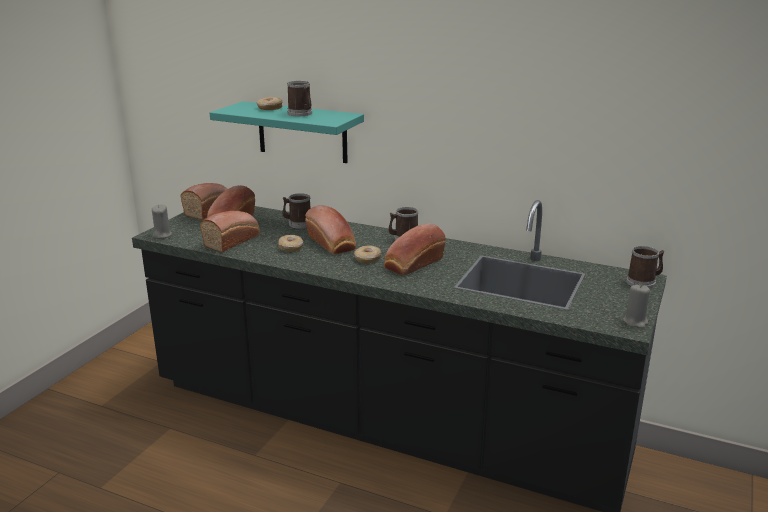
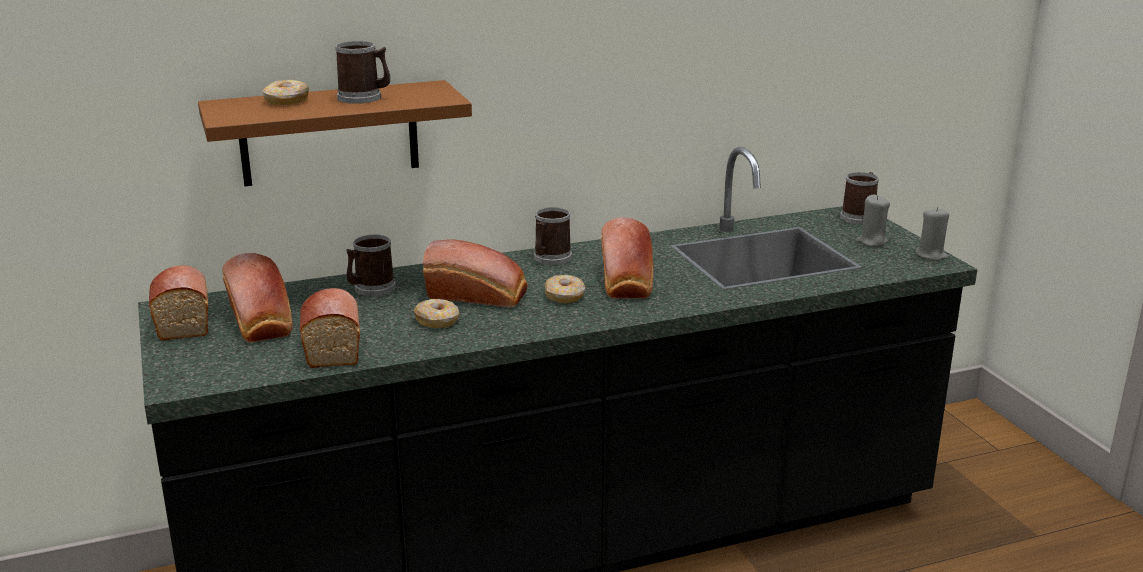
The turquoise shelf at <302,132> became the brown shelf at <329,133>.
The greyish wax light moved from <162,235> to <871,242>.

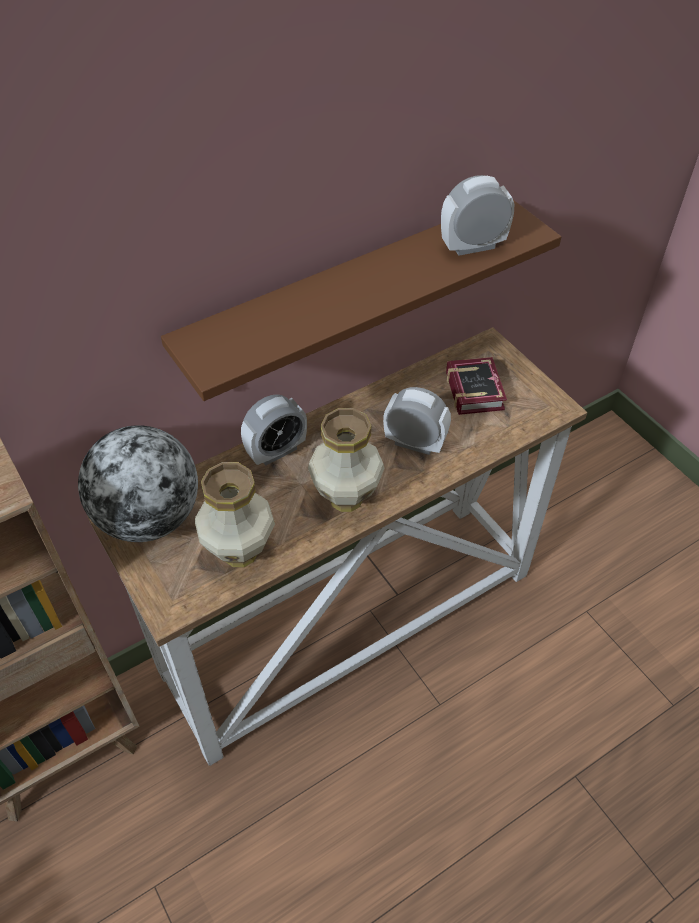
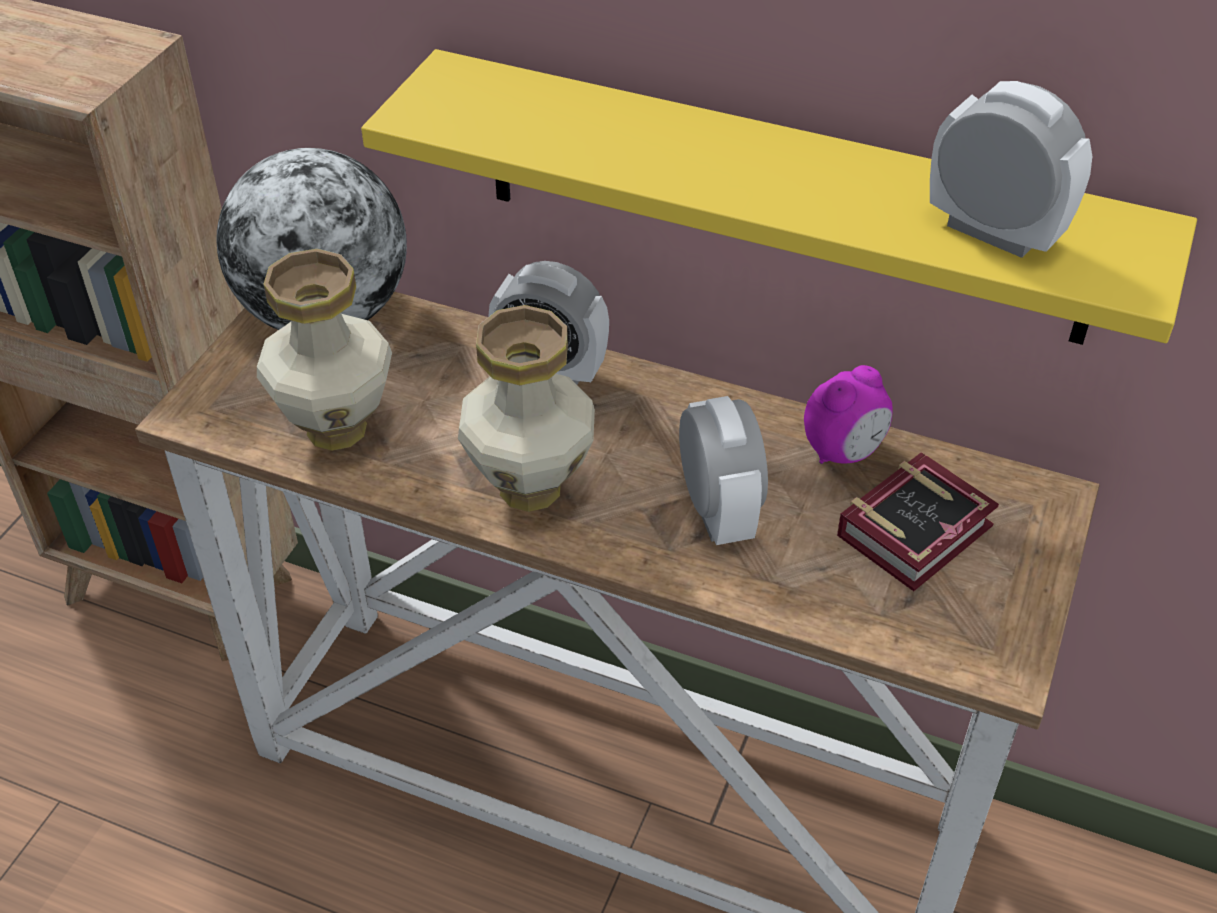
The brown shelf at <349,295> became the yellow shelf at <782,198>.
The alarm clock at <844,451> appeared.

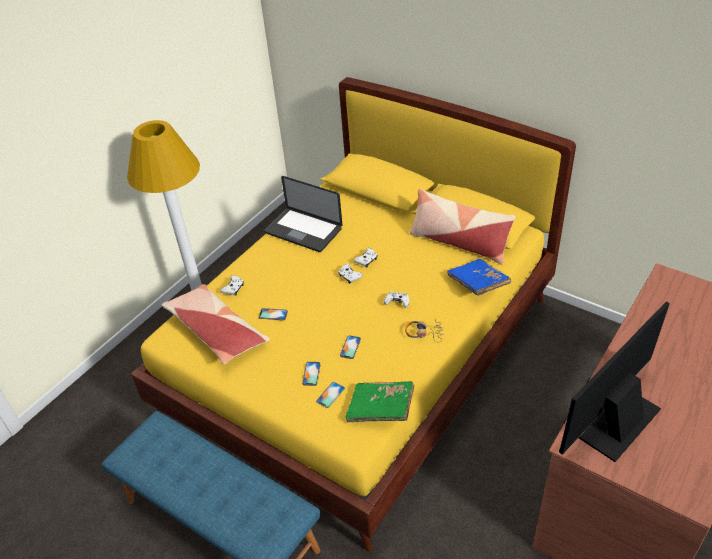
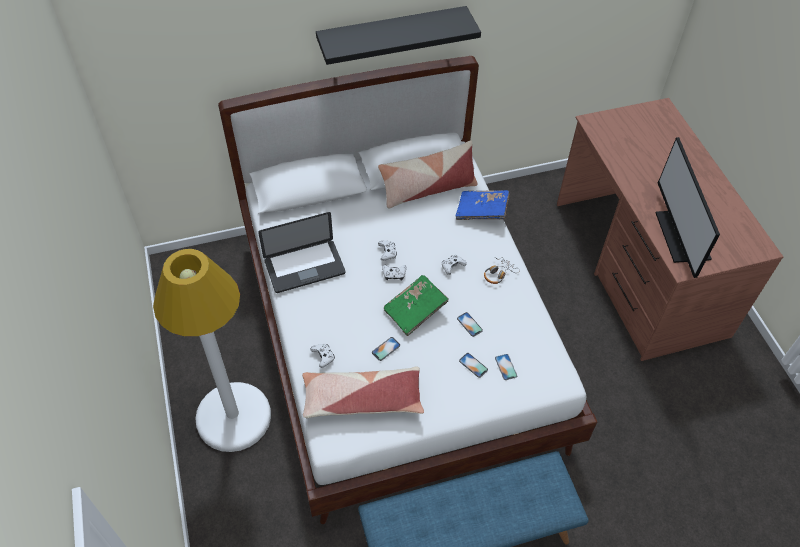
The yellow bedroom bed at <363,359> became the white-coloured bedroom bed at <399,337>.
The black shelf at <392,35> appeared.
The greenish volume moved from <381,409> to <415,310>.

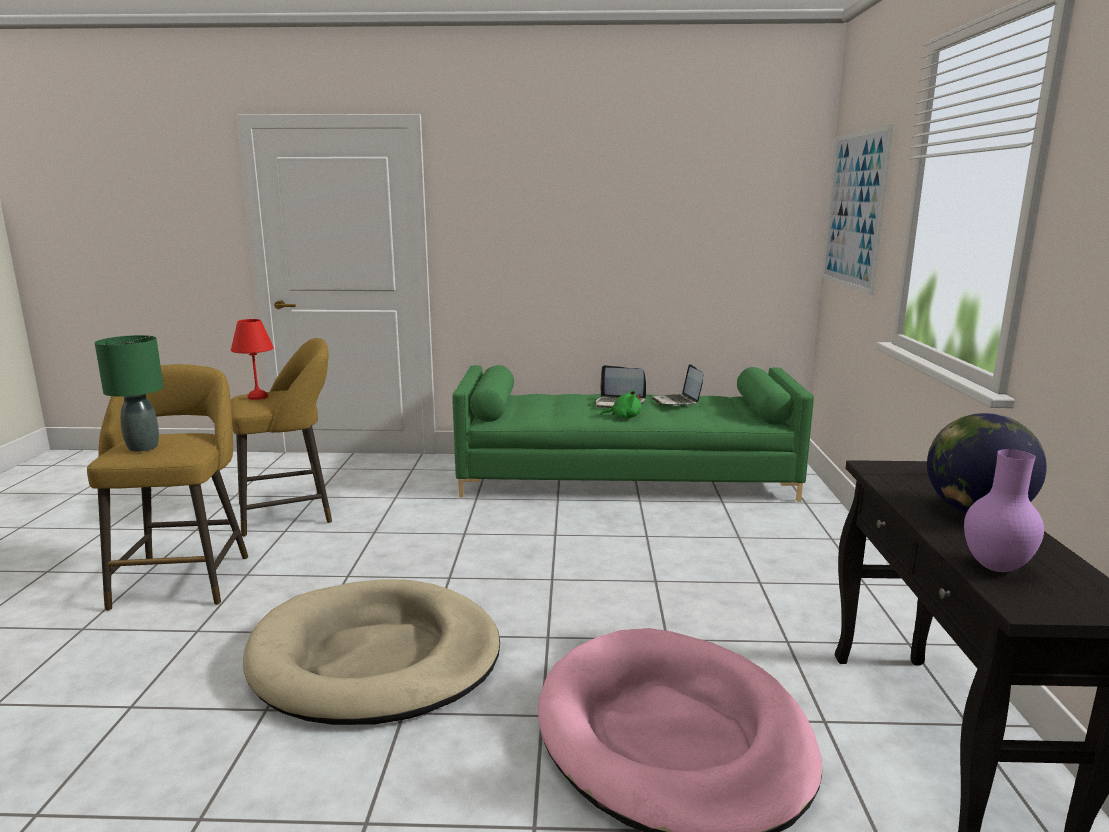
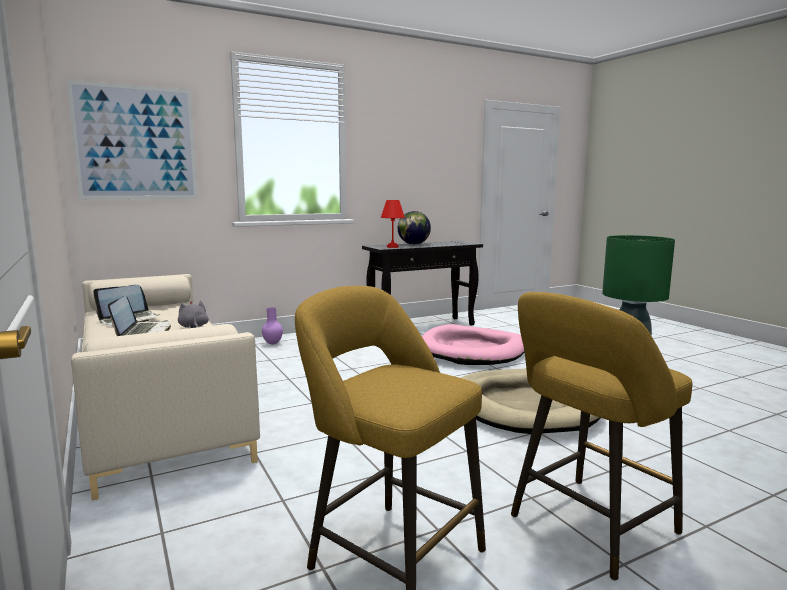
The greenish couch at <626,477> became the beige couch at <157,403>.
The greenish cuddly toy at <624,417> became the greyish cuddly toy at <193,327>.
The purple decorative vase moved from <996,567> to <272,343>.
The red lamp for a table moved from <257,397> to <392,247>.

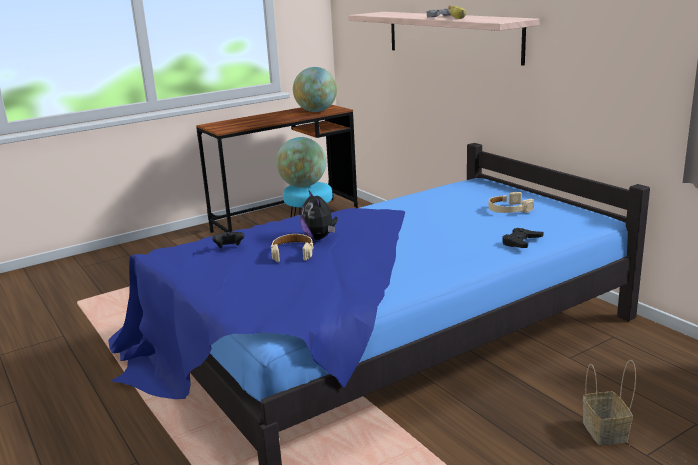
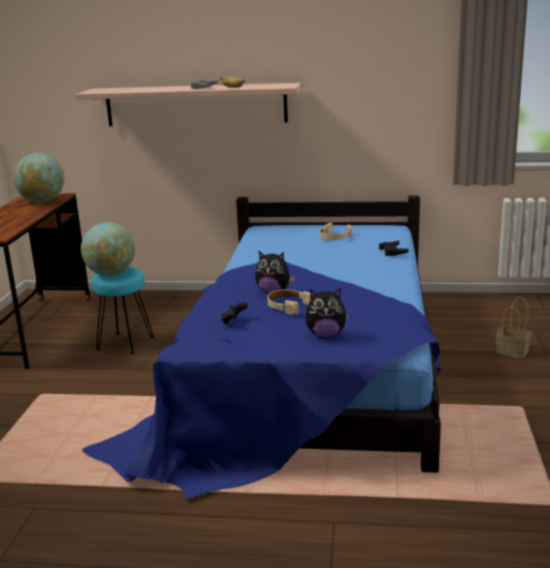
The cuddly toy at <326,335> appeared.

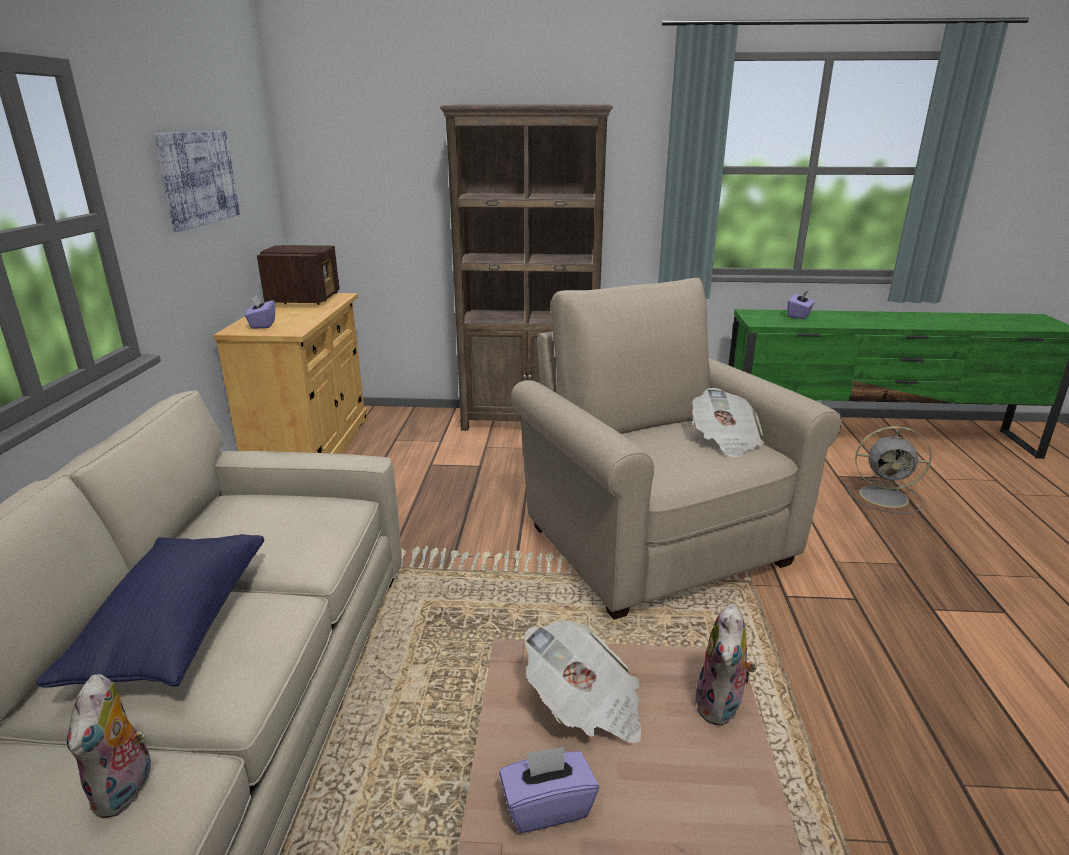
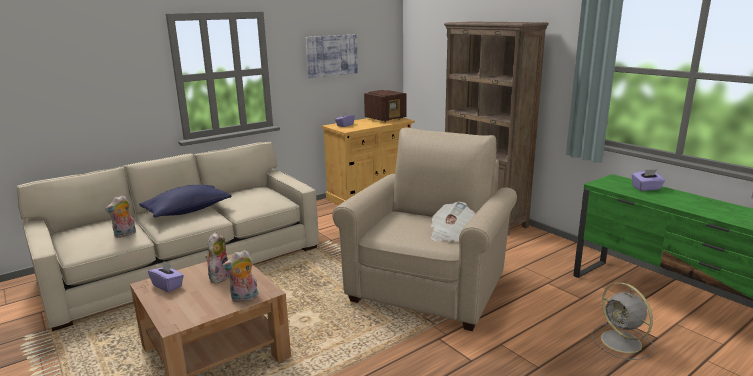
The printed paper at <585,706> was replaced by the cuddly toy at <219,277>.

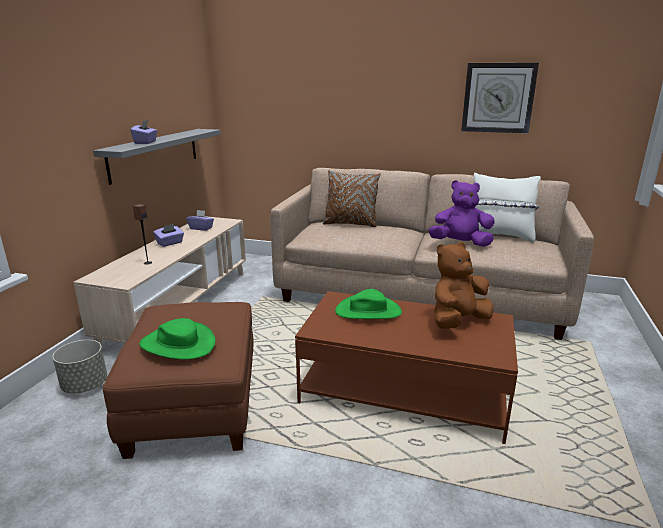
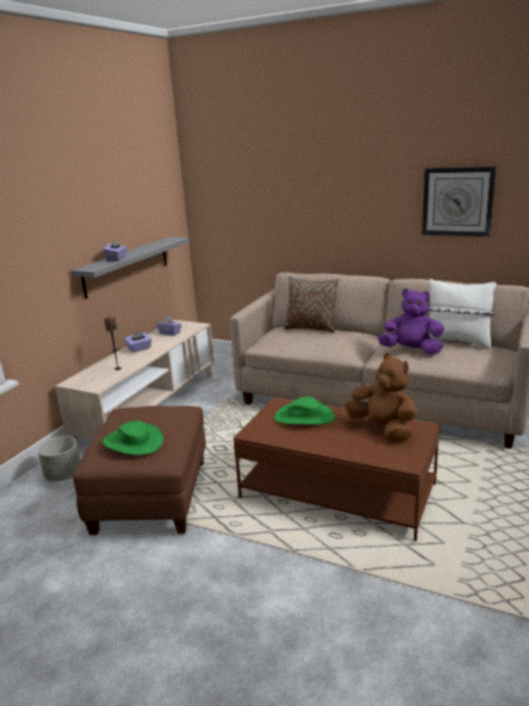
The brown cuddly toy at <457,322> turned 75 degrees clockwise.

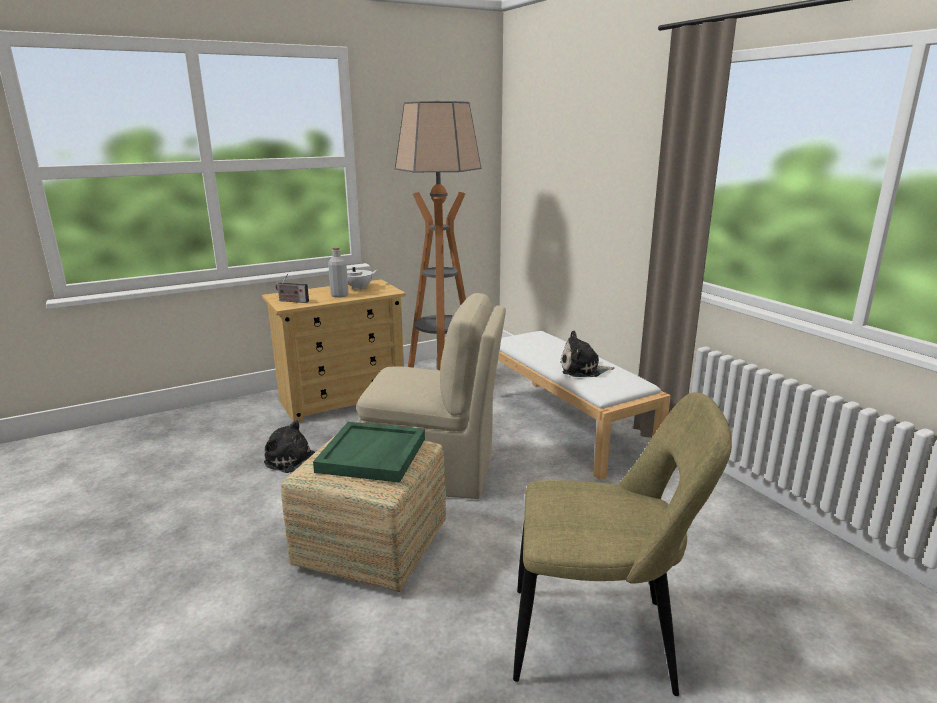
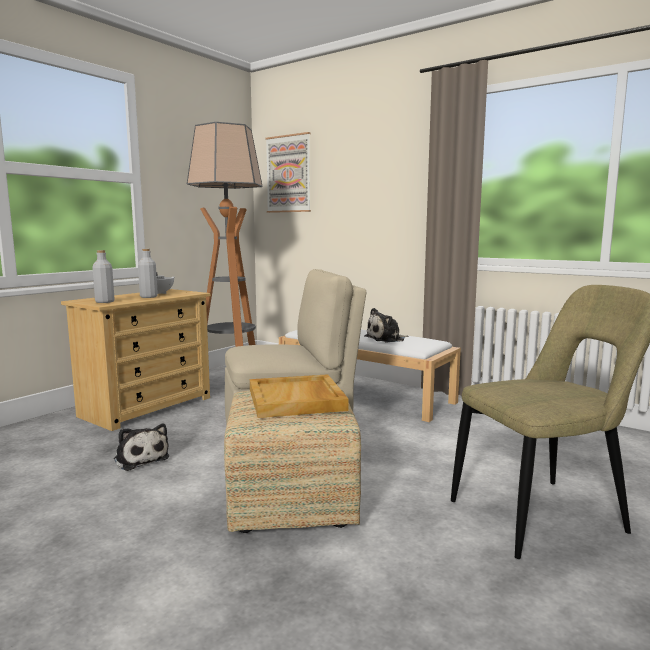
The radio set at <292,301> was replaced by the greyish drink bottle at <105,302>.
The cuddly toy at <293,461> turned 135 degrees counterclockwise.
The greenish carrying tray at <372,455> became the beige carrying tray at <297,400>.
The wall picture at <288,174> appeared.

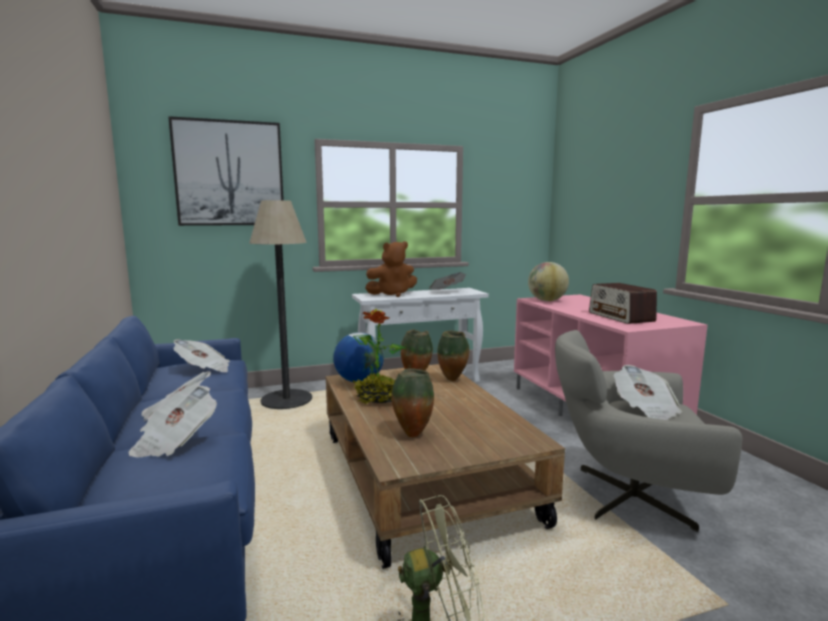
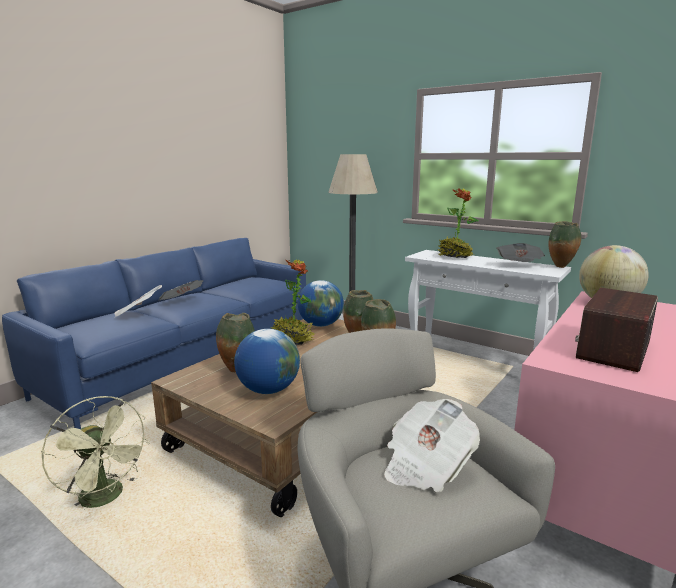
The world globe at <268,390> appeared.
The brown cuddly toy at <392,294> was replaced by the potted plant at <455,257>.
The decorative vase at <561,267> appeared.
The wall picture at <229,173> disappeared.
The printed paper at <204,369> disappeared.

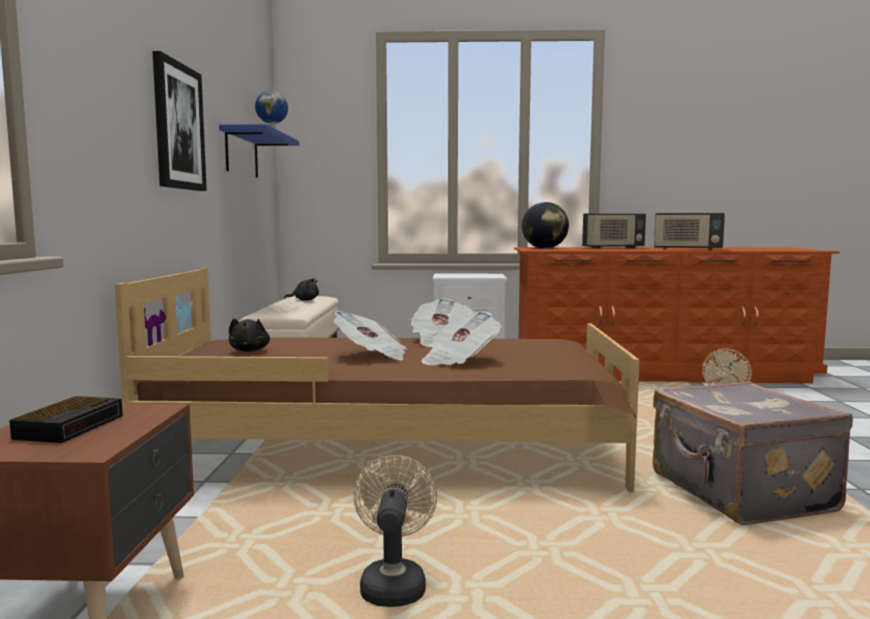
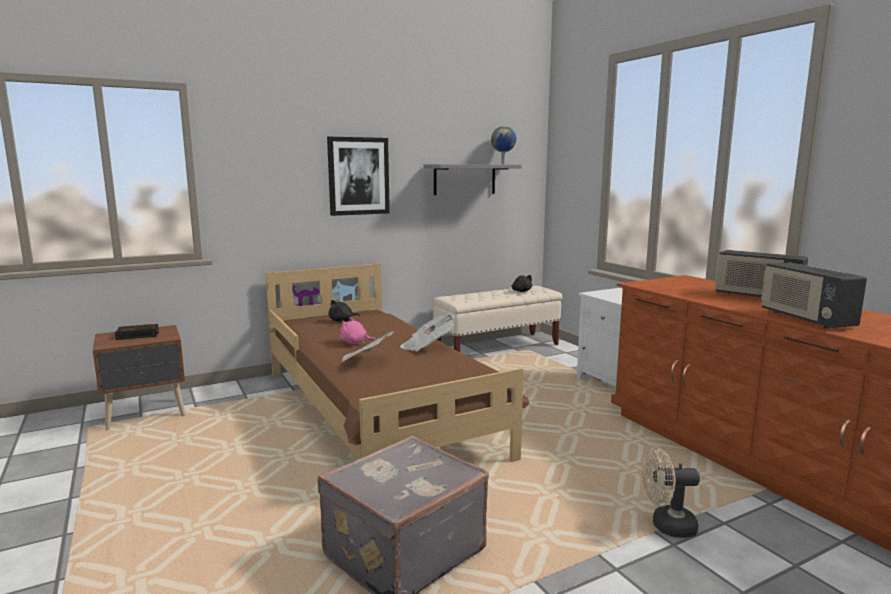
The printed paper at <372,355> was replaced by the pink-coloured cuddly toy at <355,343>.
The blue shelf at <241,154> became the greyish shelf at <464,179>.
The beige electric fan at <393,583> disappeared.
The world globe at <544,248> disappeared.

